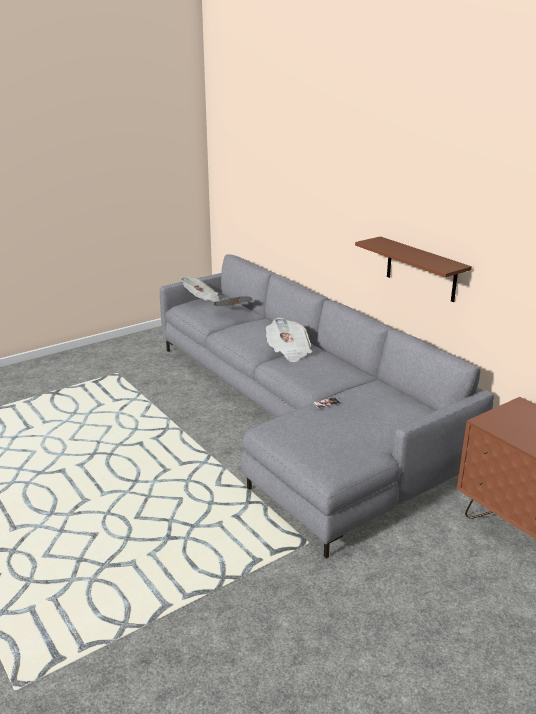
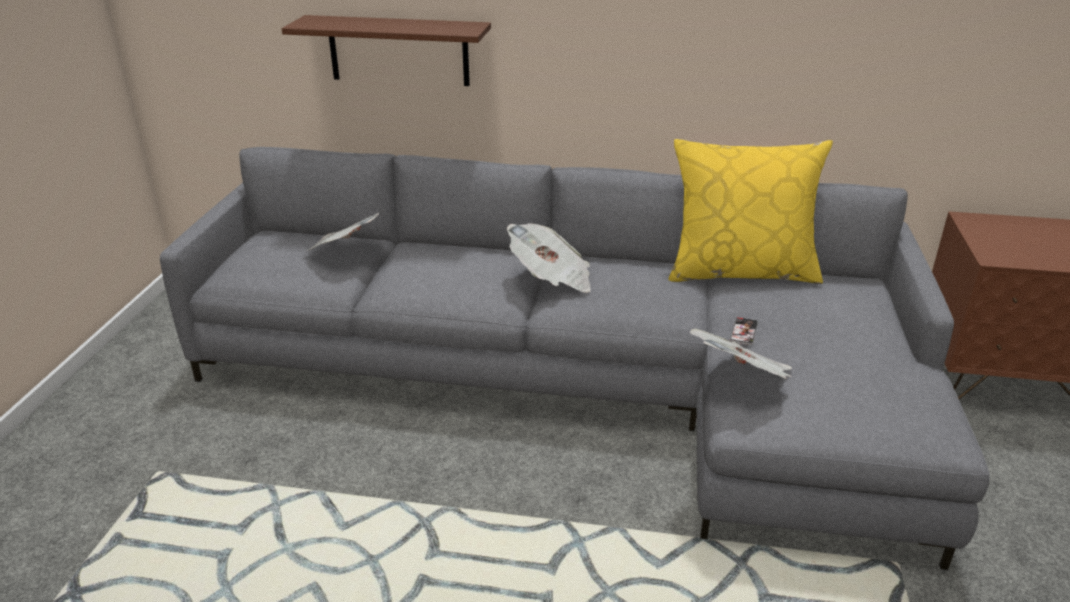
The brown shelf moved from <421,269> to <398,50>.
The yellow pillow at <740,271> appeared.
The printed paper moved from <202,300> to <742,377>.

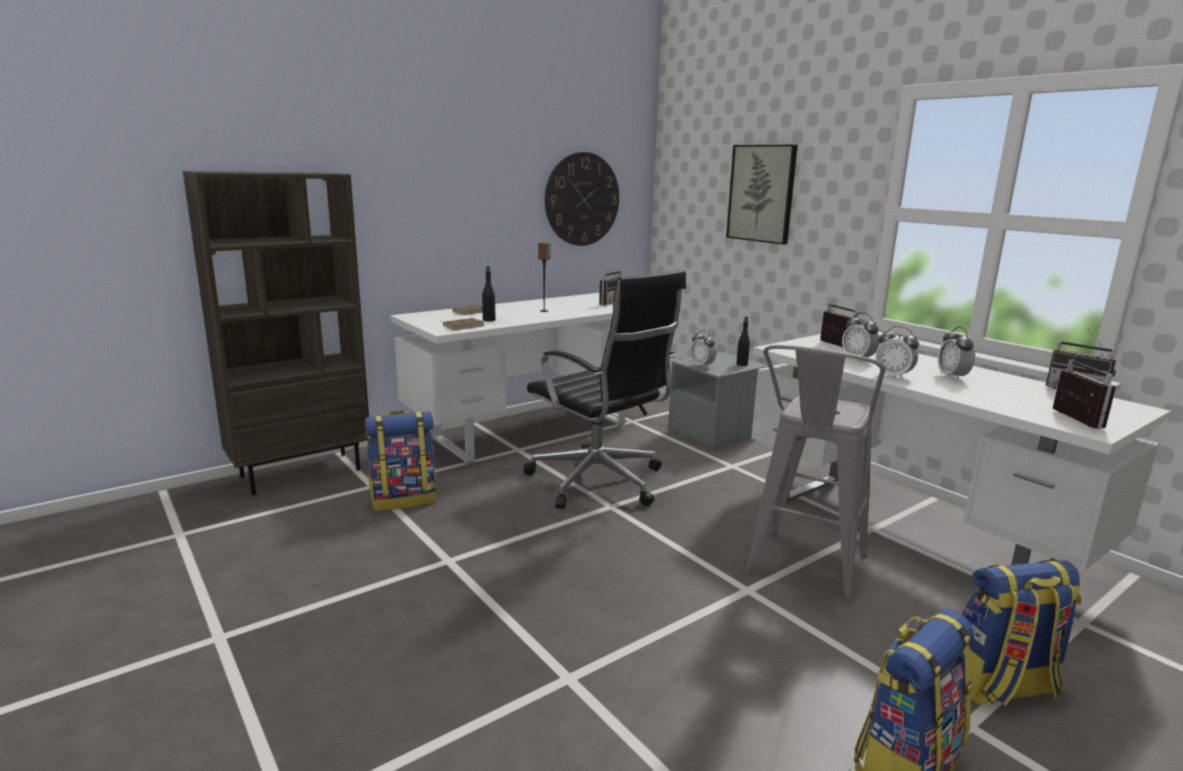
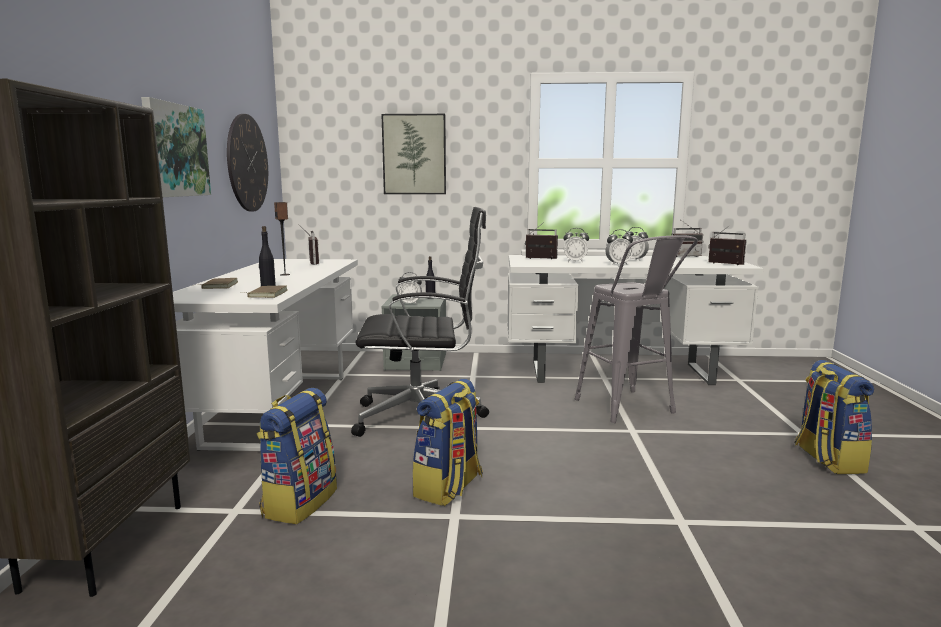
The wall picture at <175,150> appeared.
The backpack moved from <1002,687> to <449,488>.

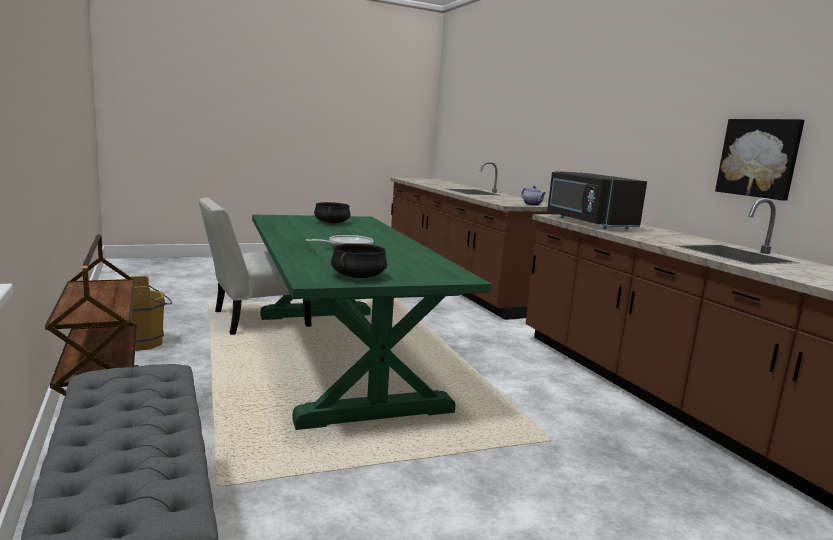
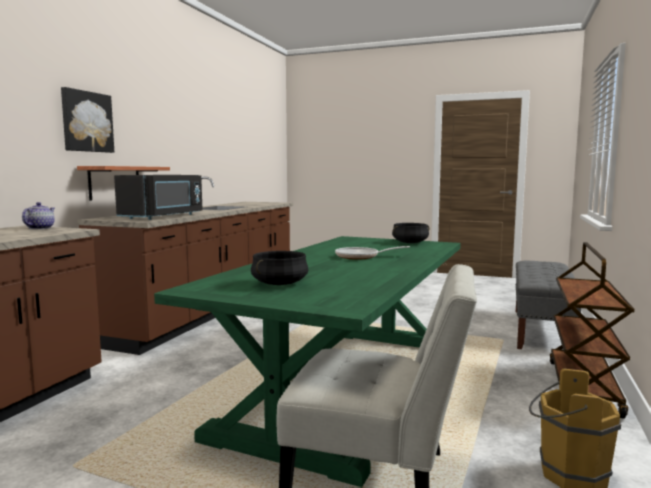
The wall picture moved from <759,158> to <86,122>.
The shelf at <114,182> appeared.

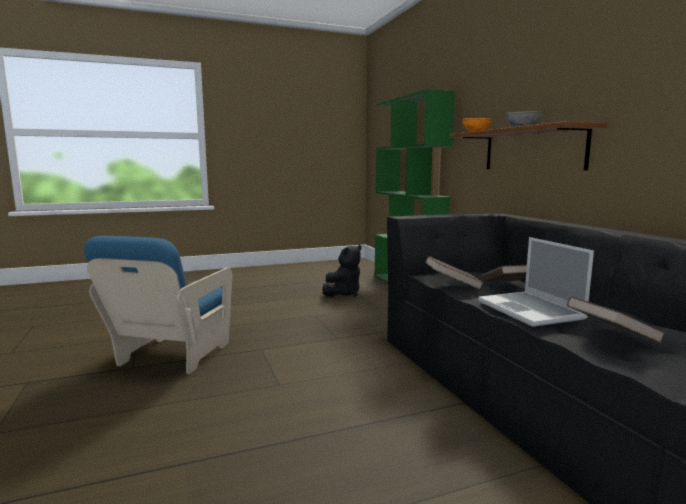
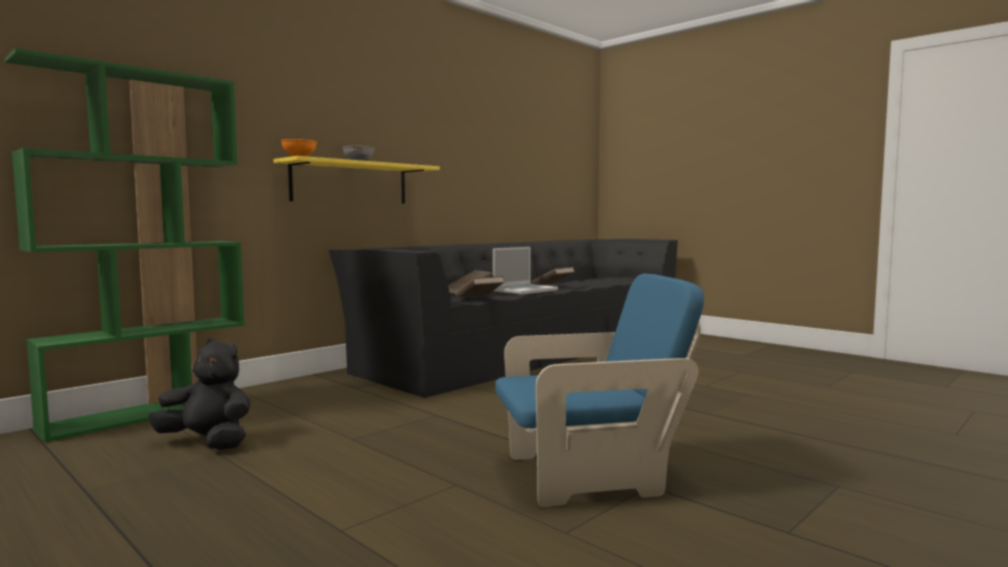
The brown shelf at <532,149> became the yellow shelf at <350,183>.

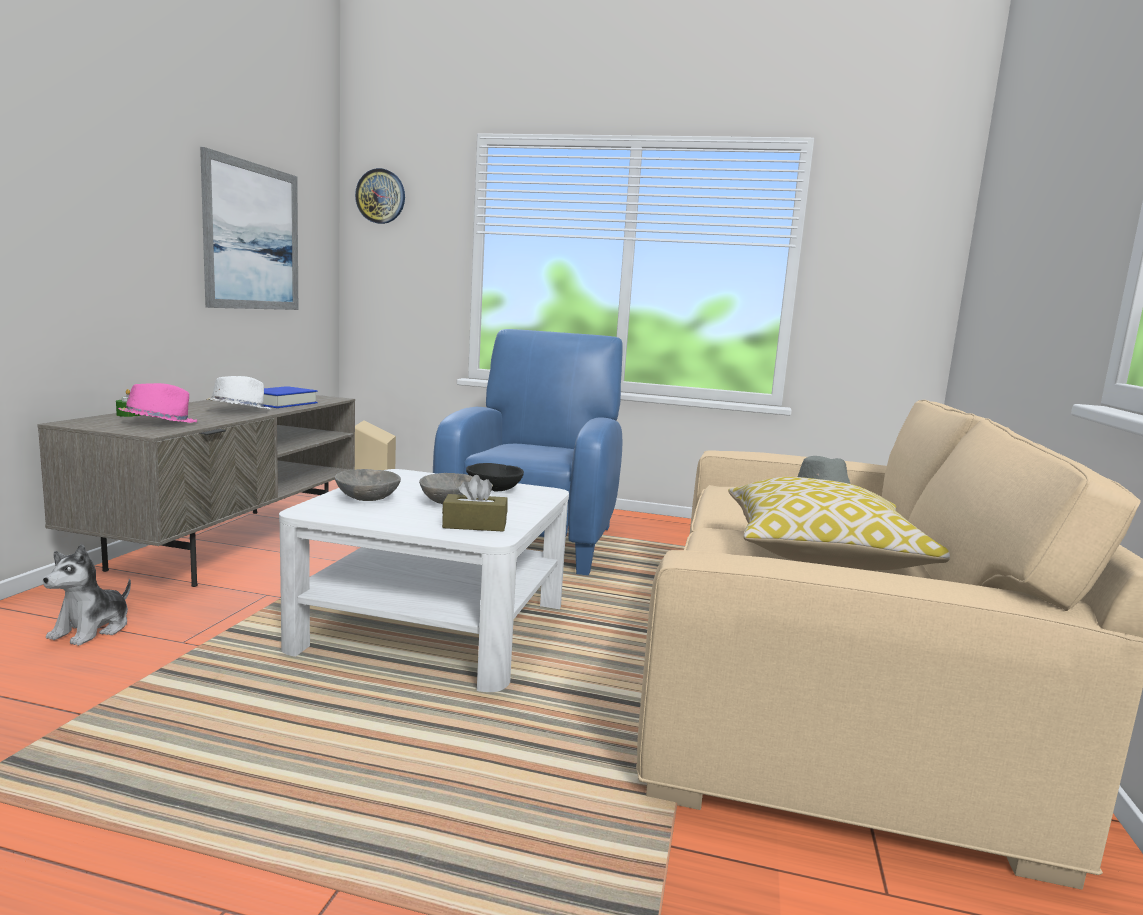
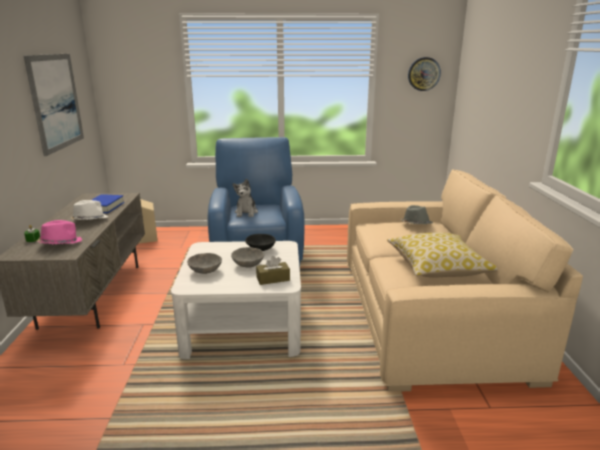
The cuddly toy moved from <92,629> to <246,212>.
The wall clock moved from <381,196> to <424,74>.

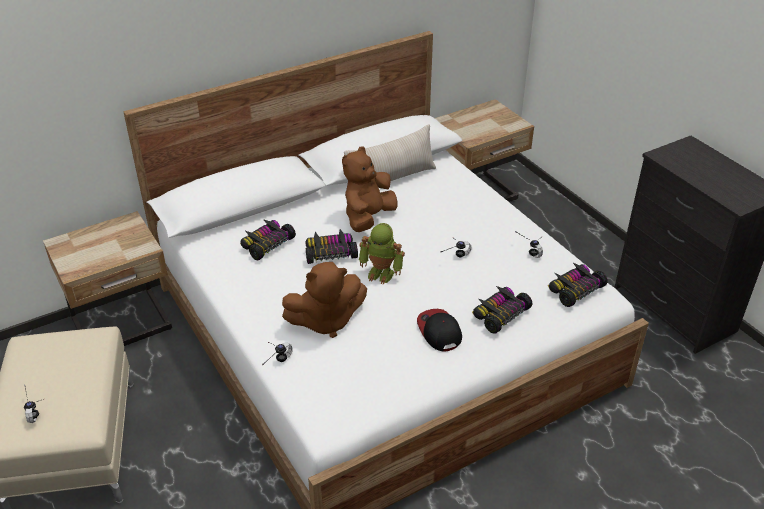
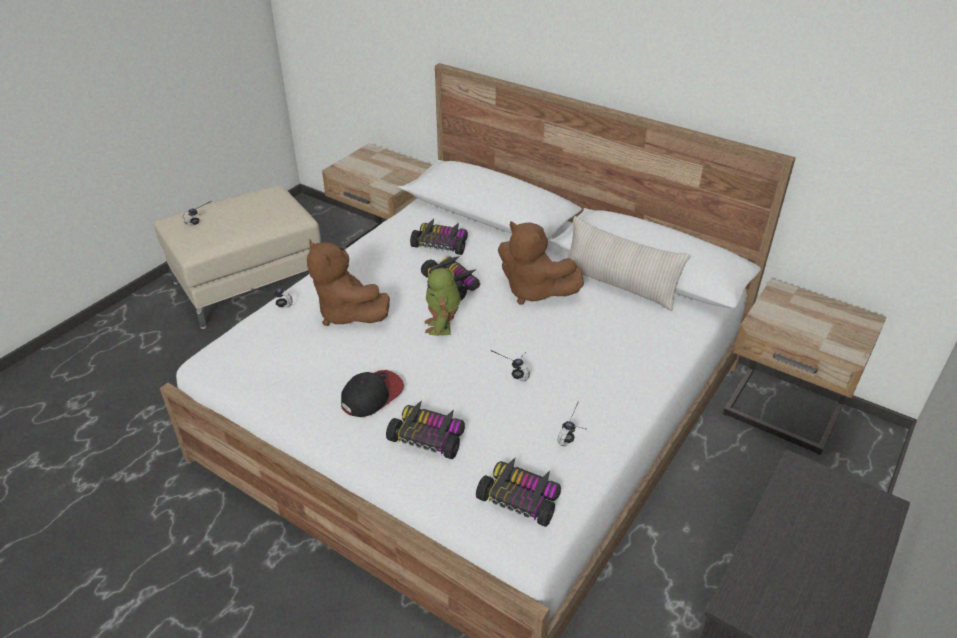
The brown cuddly toy at <368,218> turned 150 degrees counterclockwise.

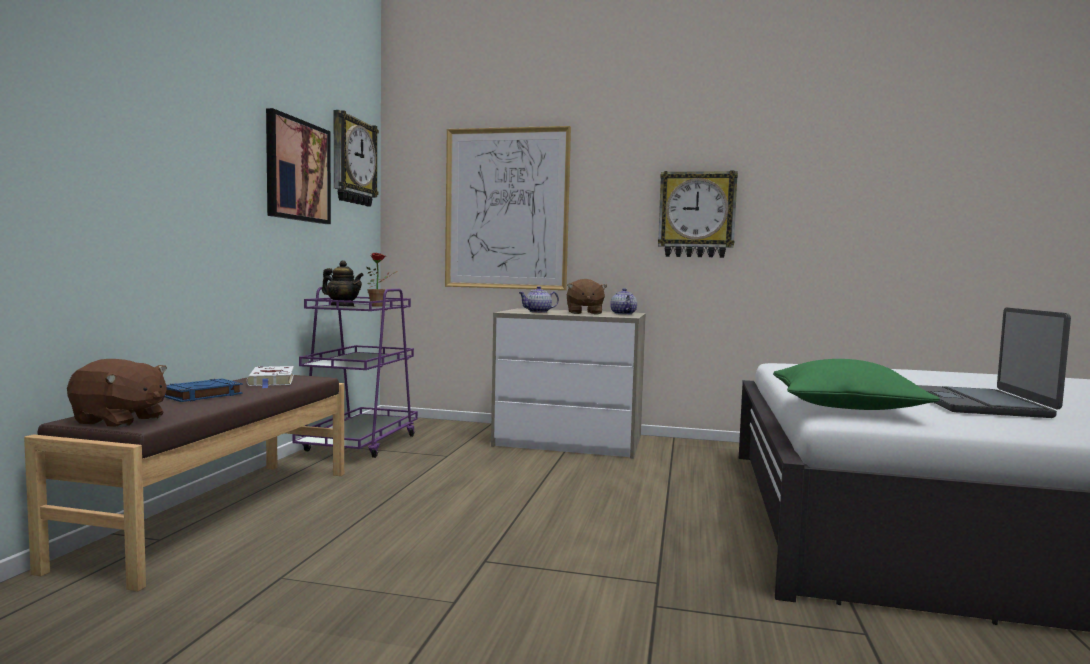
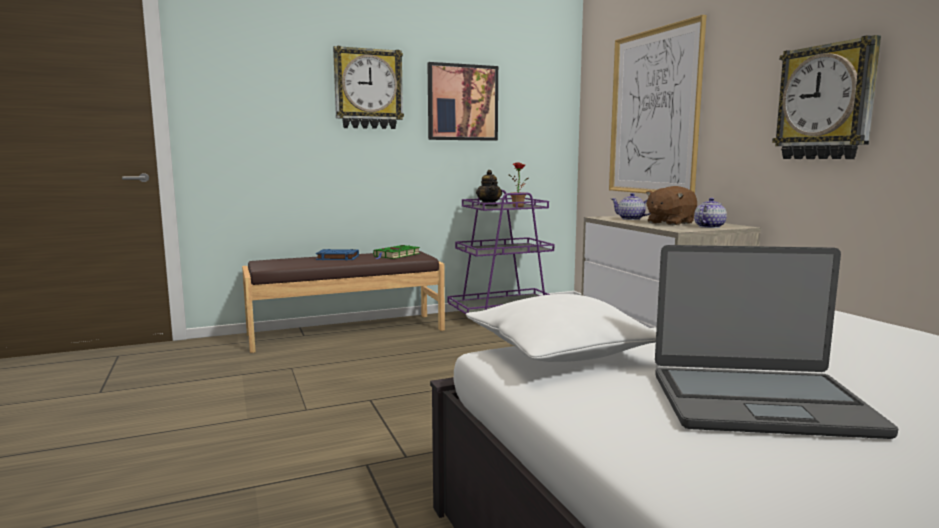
The wall clock moved from <352,161> to <368,89>.
The white-coloured volume at <272,381> became the greenish volume at <396,255>.
The greenish pillow at <845,408> became the white-coloured pillow at <559,352>.
The portable computer at <979,404> turned 150 degrees counterclockwise.
The brown cuddly toy at <119,420> disappeared.

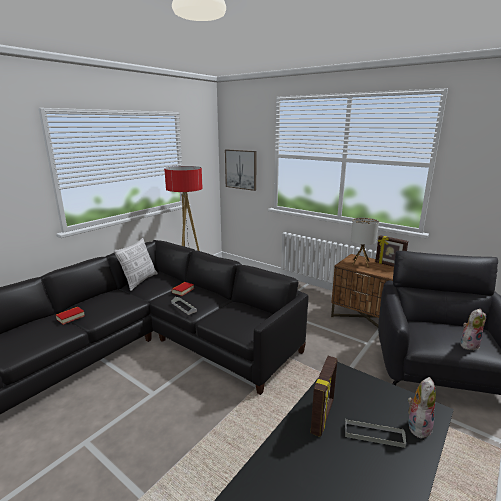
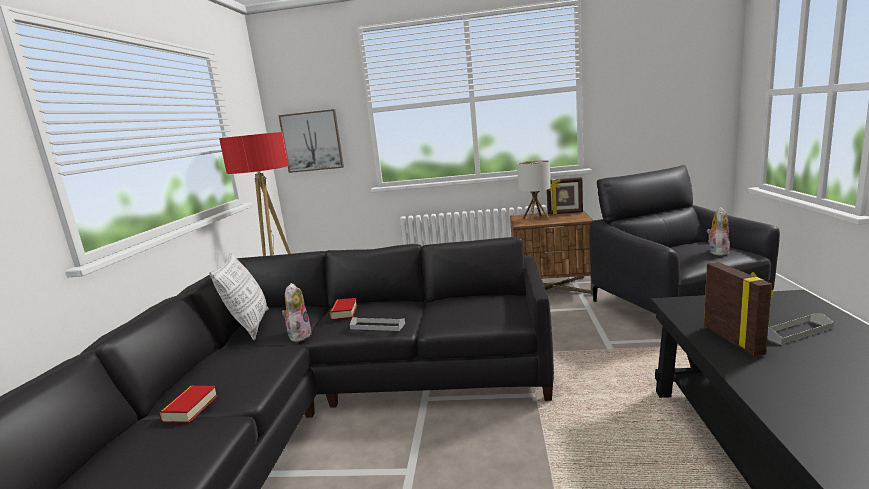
The cuddly toy moved from <417,425> to <299,335>.

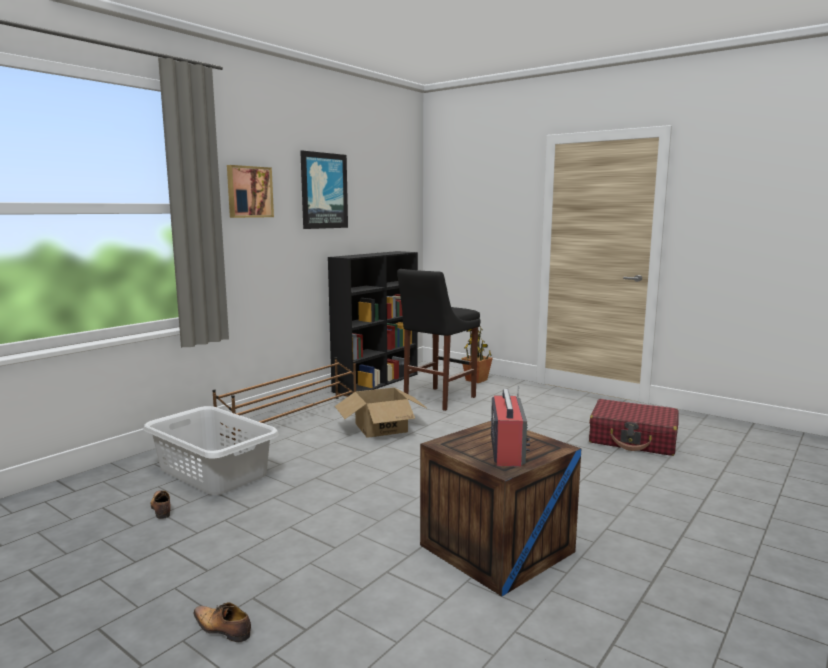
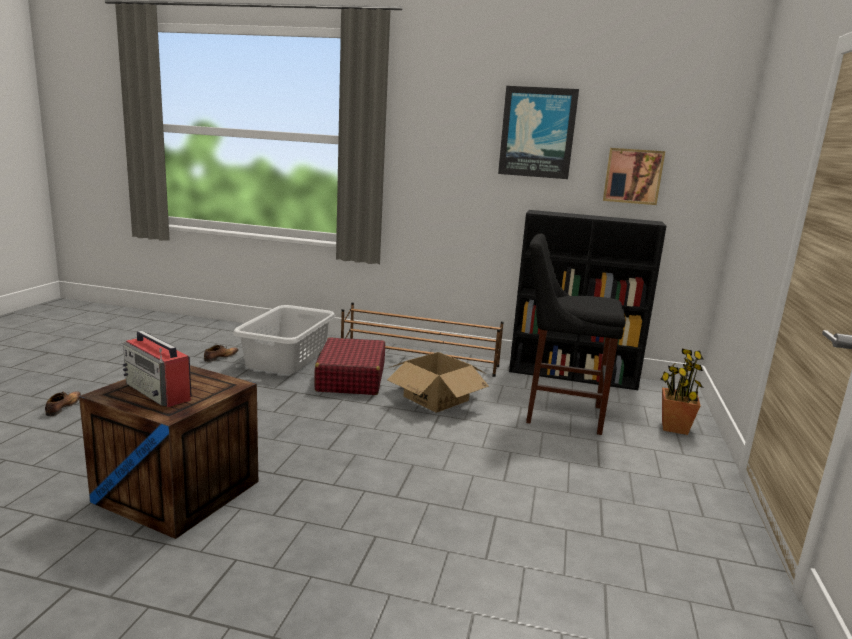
The radio set at <506,450> turned 60 degrees clockwise.
The red travel case moved from <633,439> to <350,378>.
The wall picture moved from <249,192> to <633,176>.

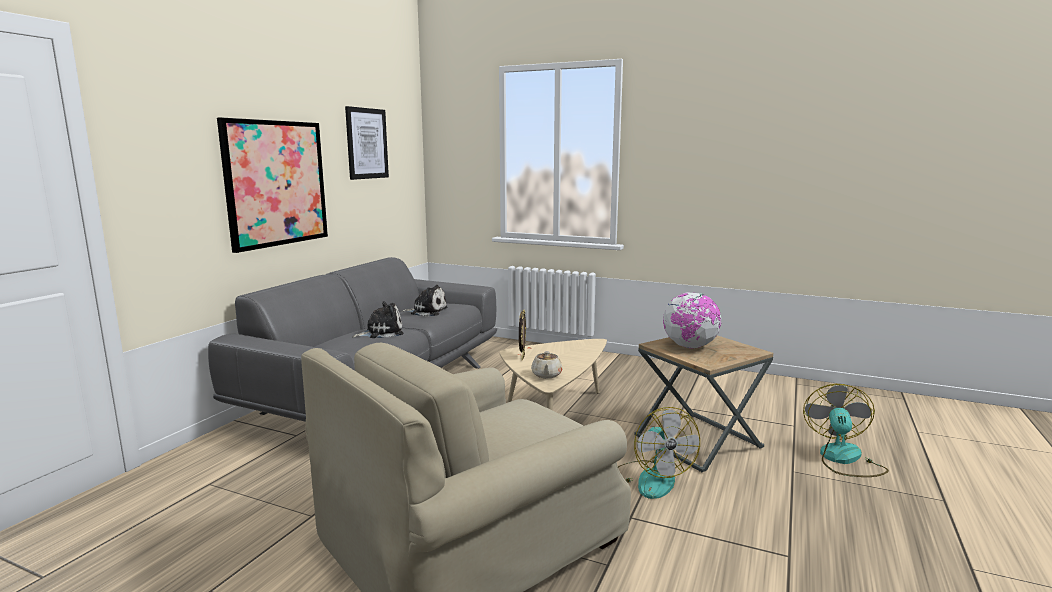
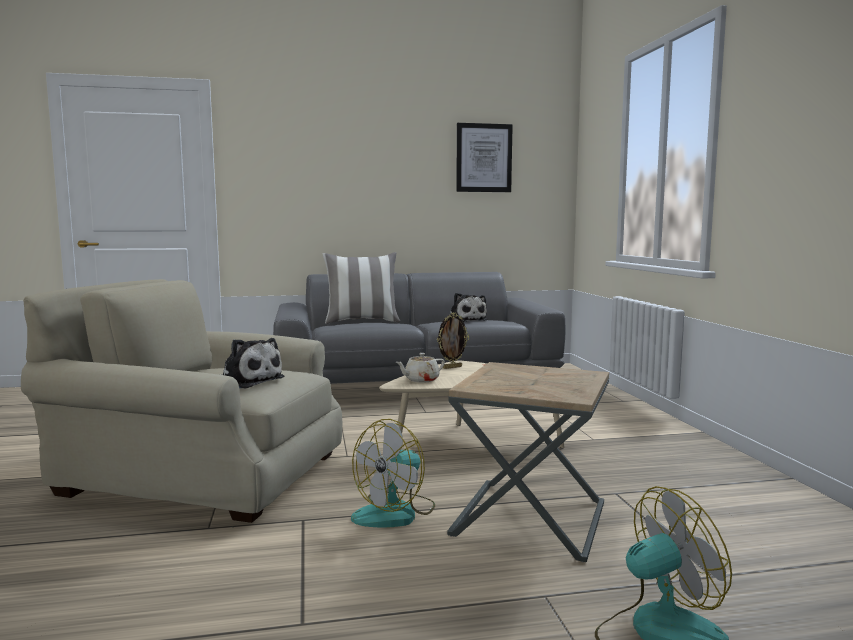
The cuddly toy moved from <381,333> to <248,381>.
The pillow at <362,321> appeared.
The wall picture at <276,183> disappeared.
The world globe at <690,347> disappeared.

